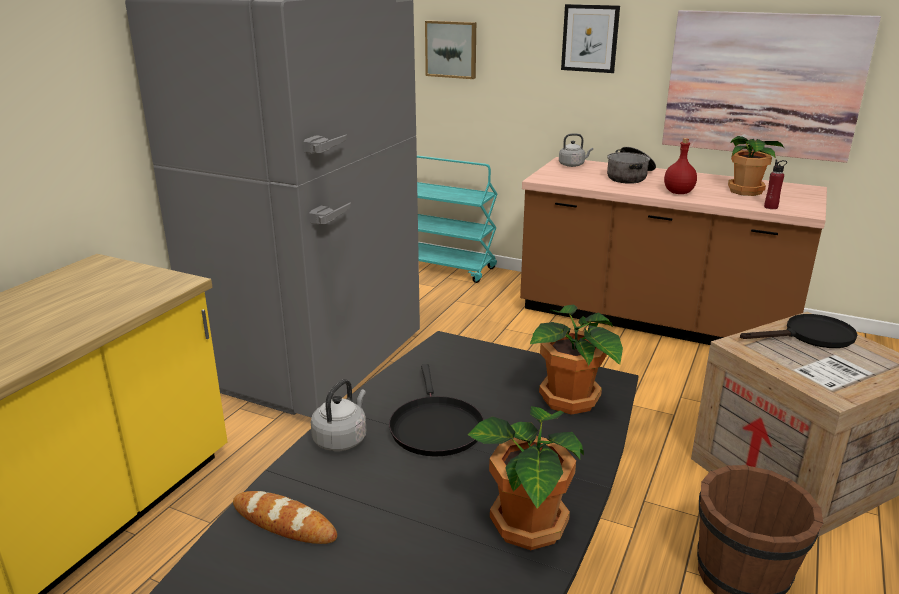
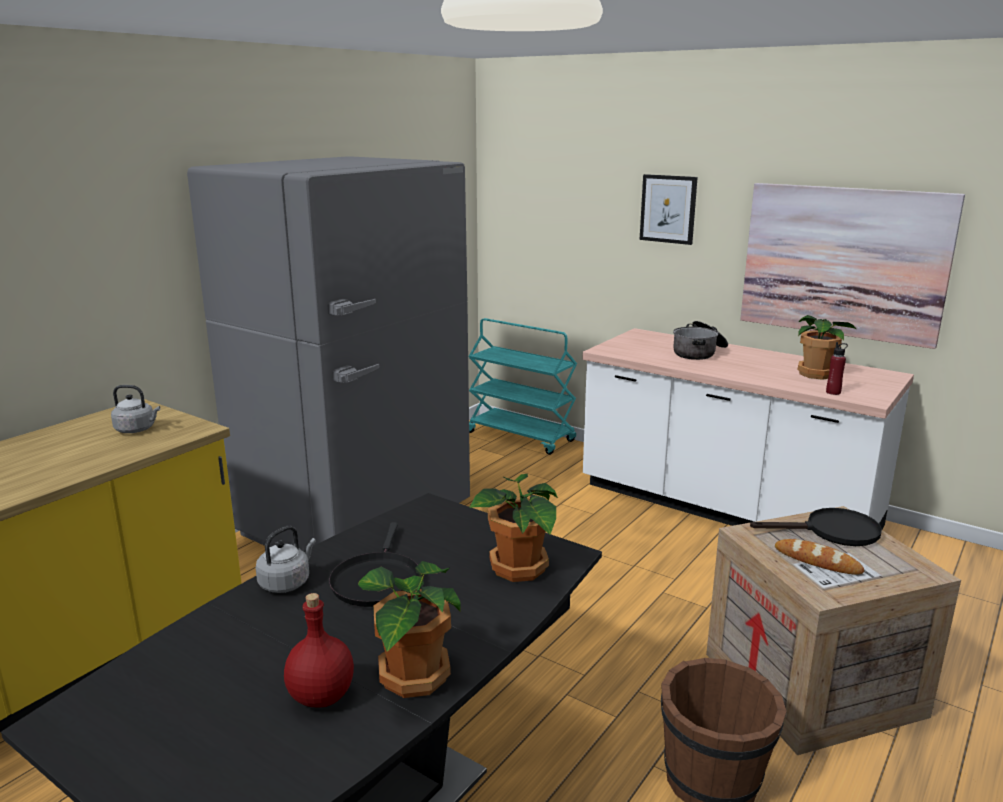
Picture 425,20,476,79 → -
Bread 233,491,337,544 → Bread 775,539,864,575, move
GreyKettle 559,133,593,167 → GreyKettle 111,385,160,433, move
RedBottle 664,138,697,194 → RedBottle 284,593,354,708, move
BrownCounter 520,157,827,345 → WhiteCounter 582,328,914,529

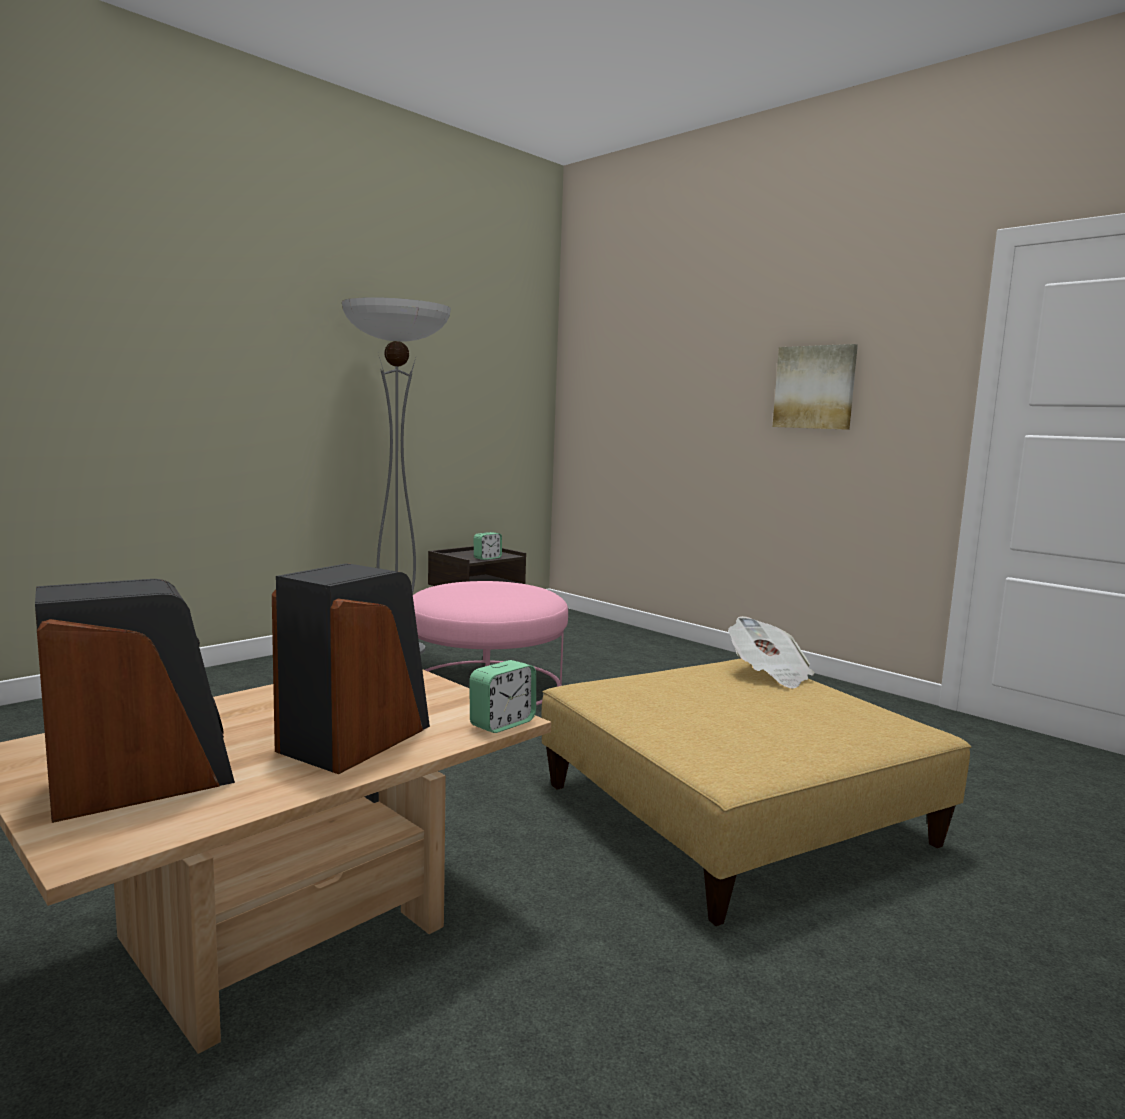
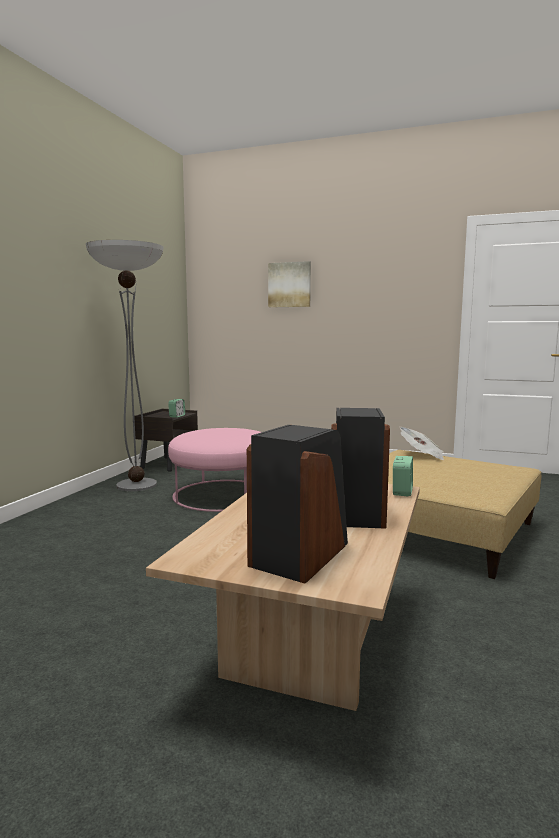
Picture 773,344,858,430 → Picture 268,261,311,307, move

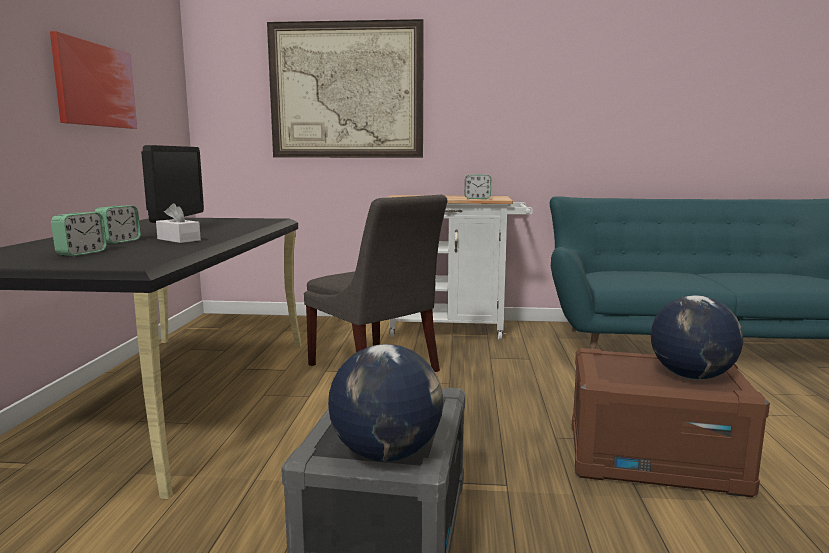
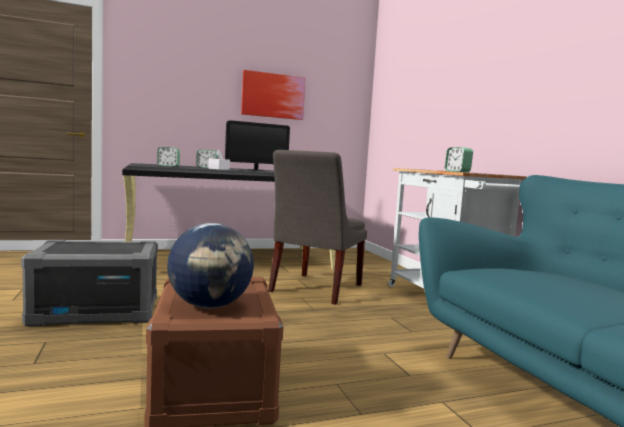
Picture 267,19,424,158 → -
Globe 328,344,443,461 → -

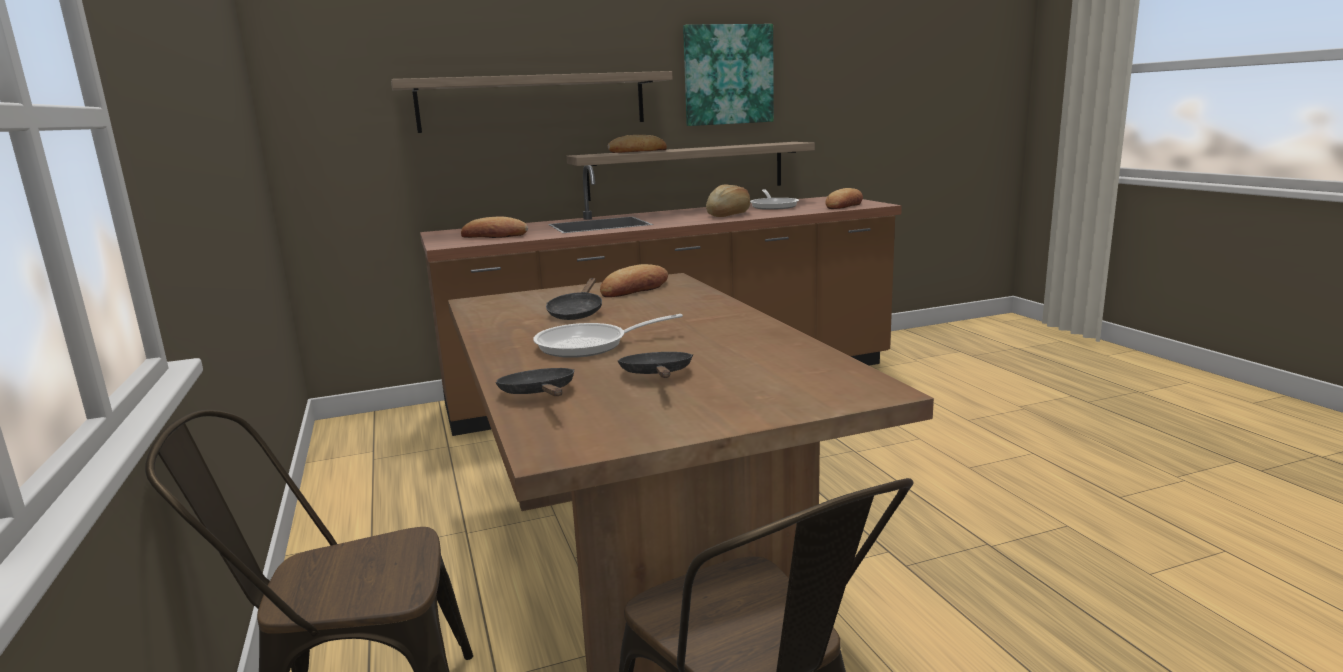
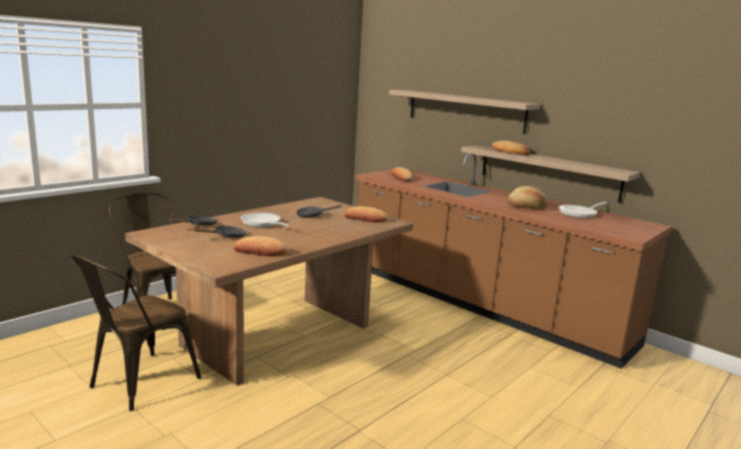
Picture 683,24,774,126 → -
Bread 825,188,863,209 → Bread 234,236,289,256, move

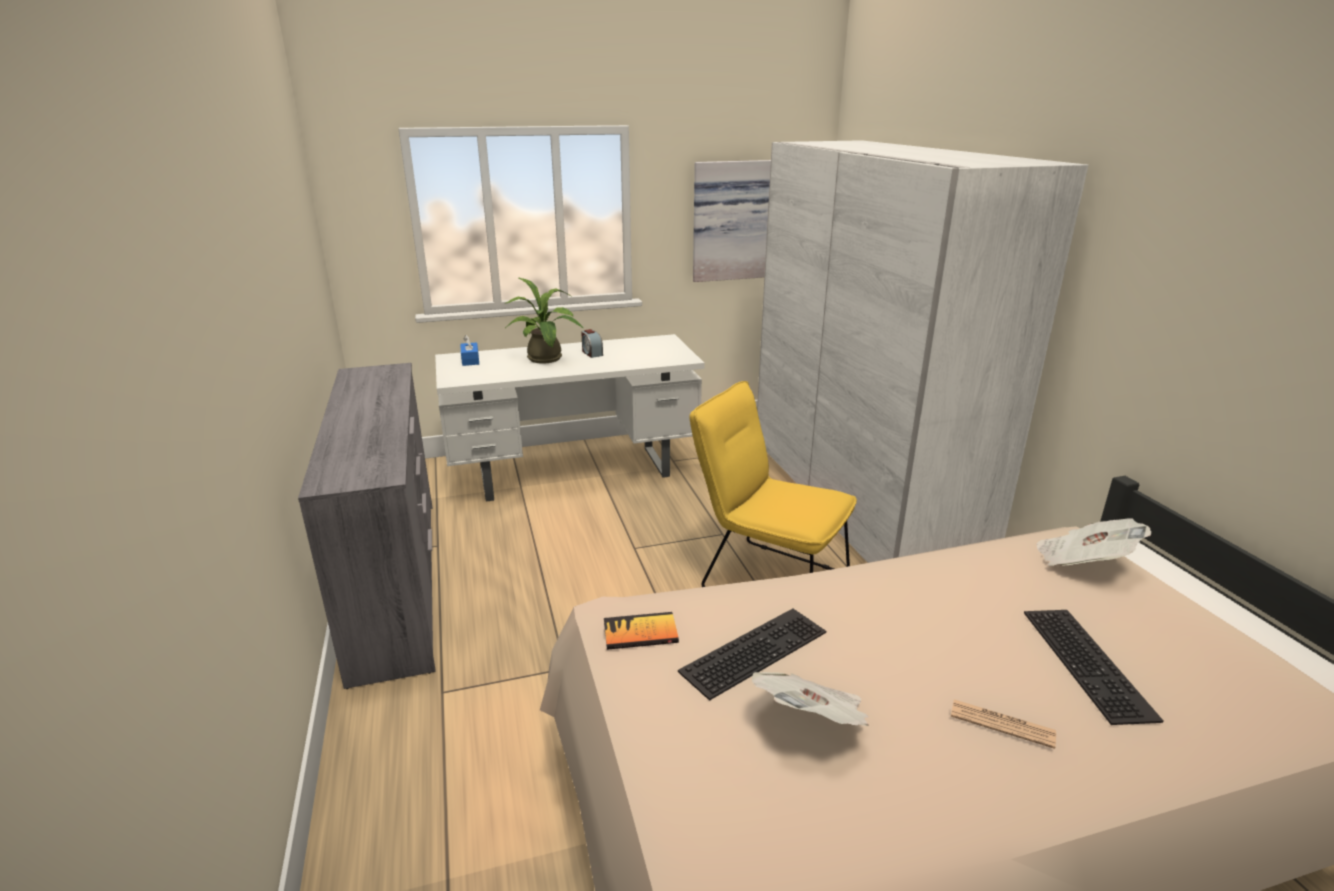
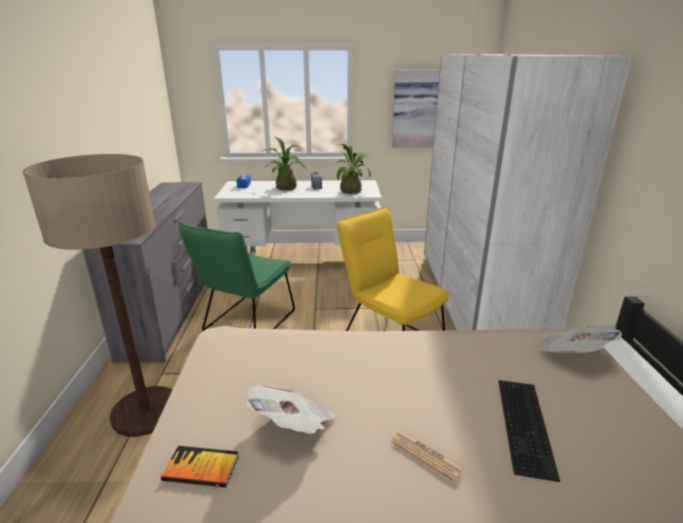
Keyboard 678,609,826,701 → -
- → FloorLamp 23,154,172,437
- → GreenChair 179,222,295,330
- → PottedPlant 333,144,374,194
Book 604,612,679,650 → Book 161,446,239,487, move

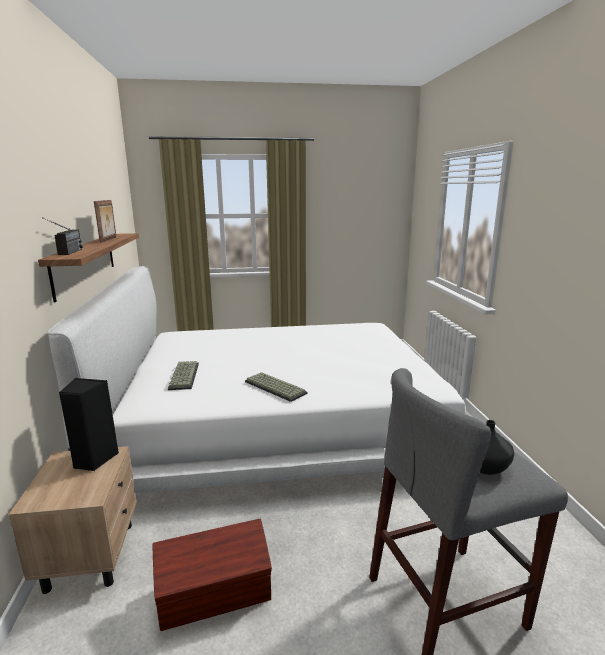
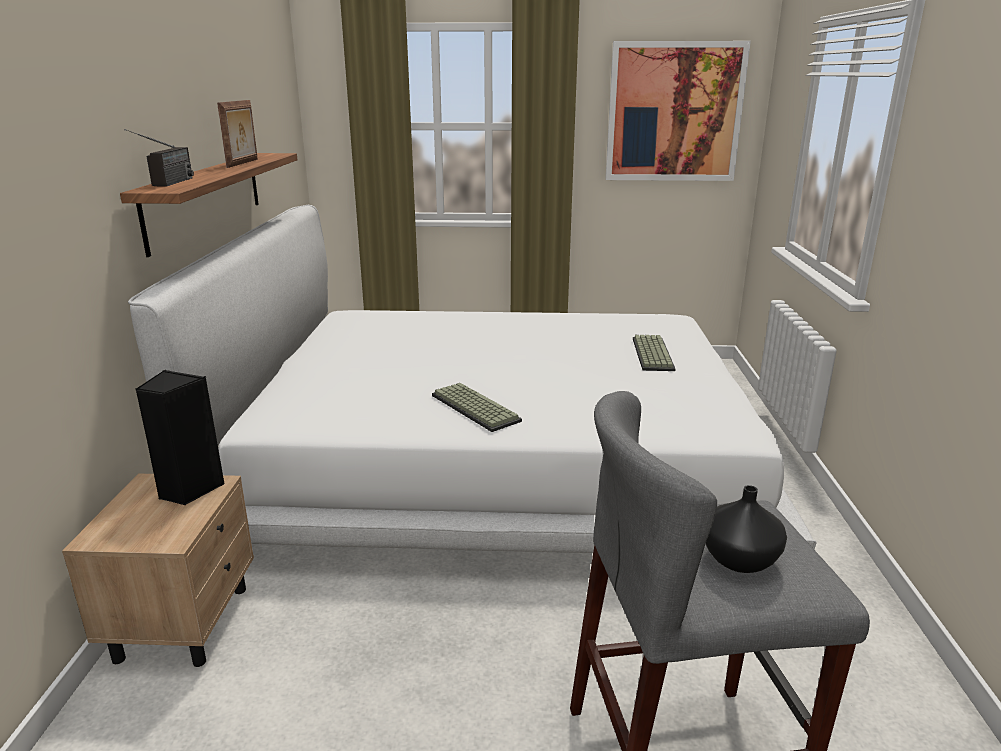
BrownStorageBox 153,519,272,631 → -
- → Picture 606,41,751,181
Keyboard 168,361,199,390 → Keyboard 633,335,675,371, move

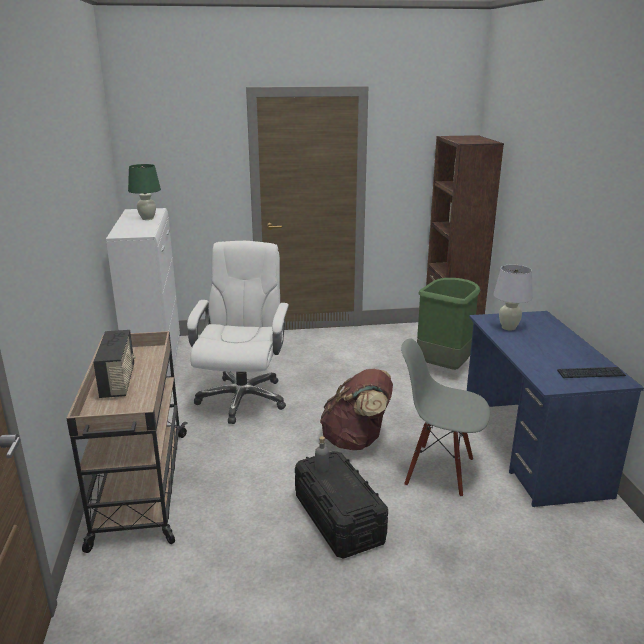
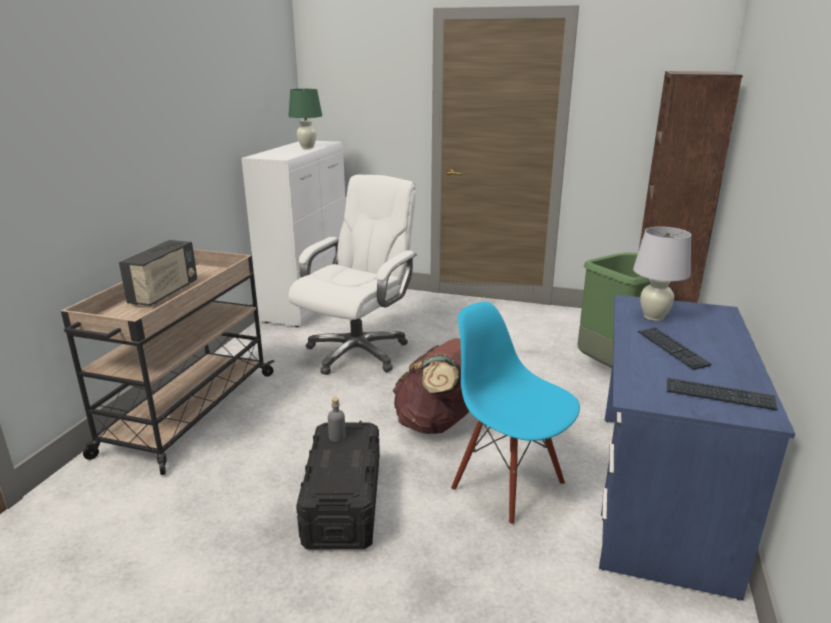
- → Keyboard 638,327,712,370
GreyChair 401,338,490,497 → BlueChair 451,302,580,525

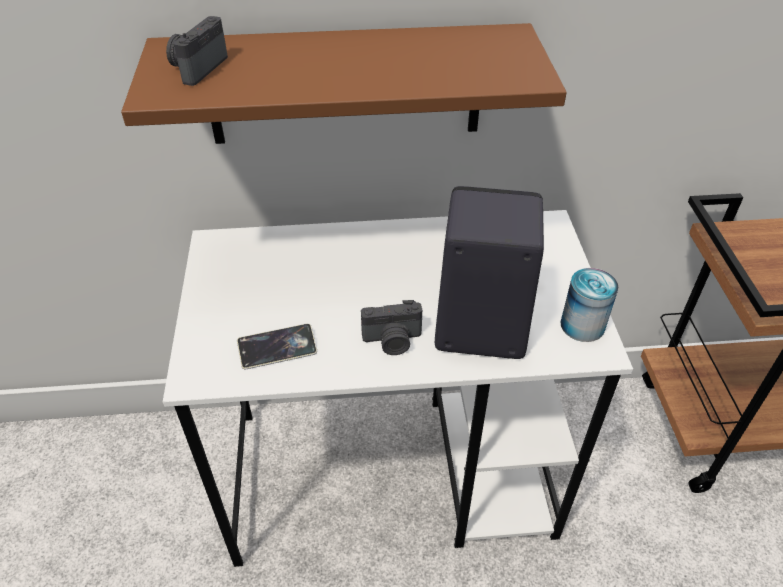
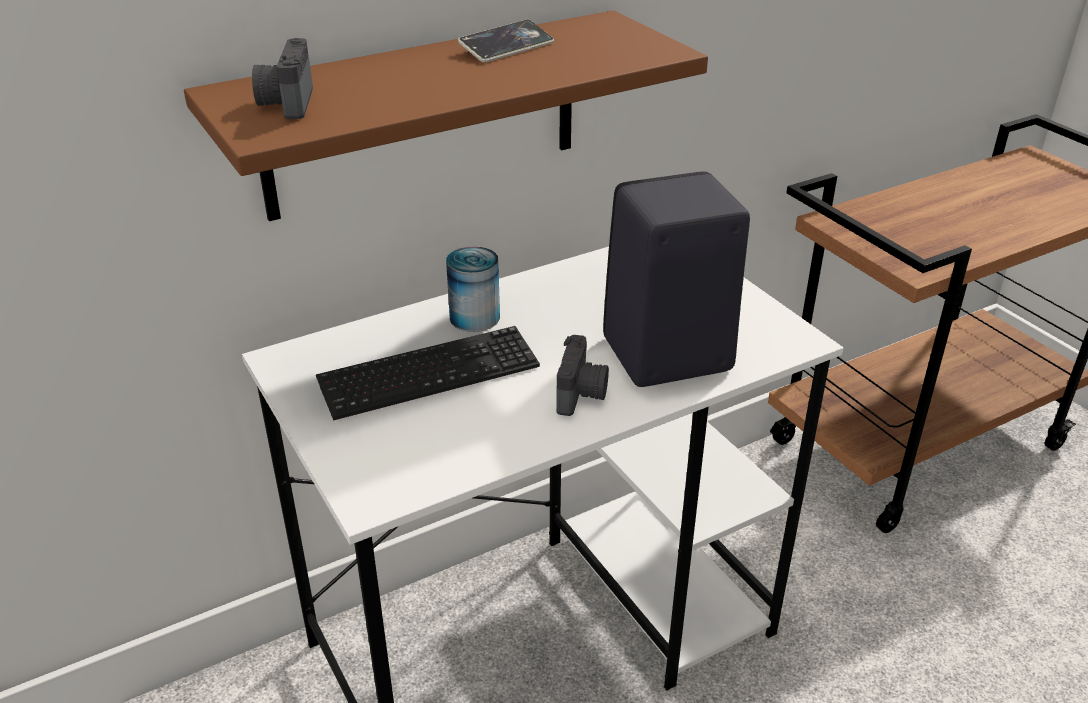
- → Keyboard 316,326,540,421
Phone 237,323,317,369 → Phone 458,20,554,62, move
Can 560,268,618,342 → Can 446,246,500,332, move
PhotoCamera 361,300,422,355 → PhotoCamera 556,335,609,416, 45 degrees counterclockwise

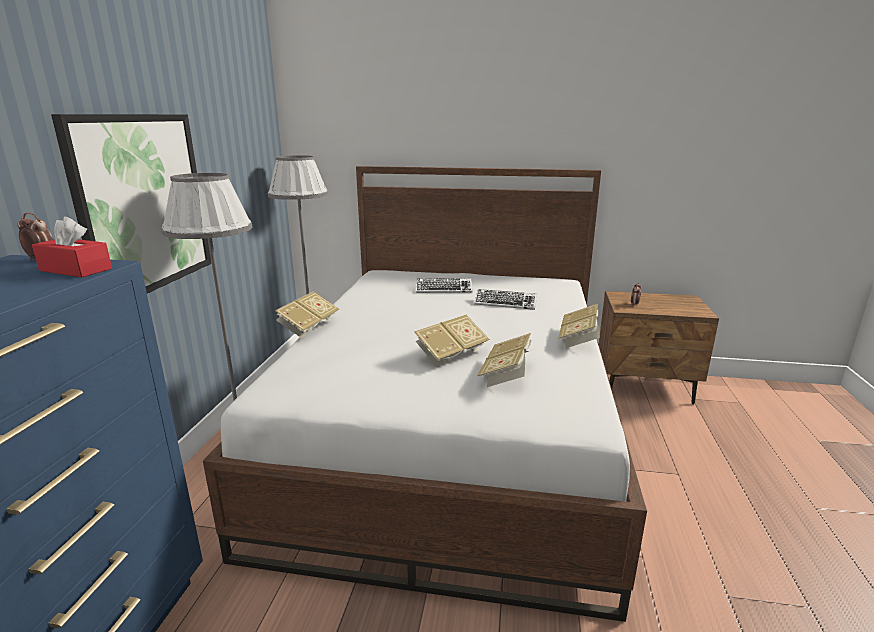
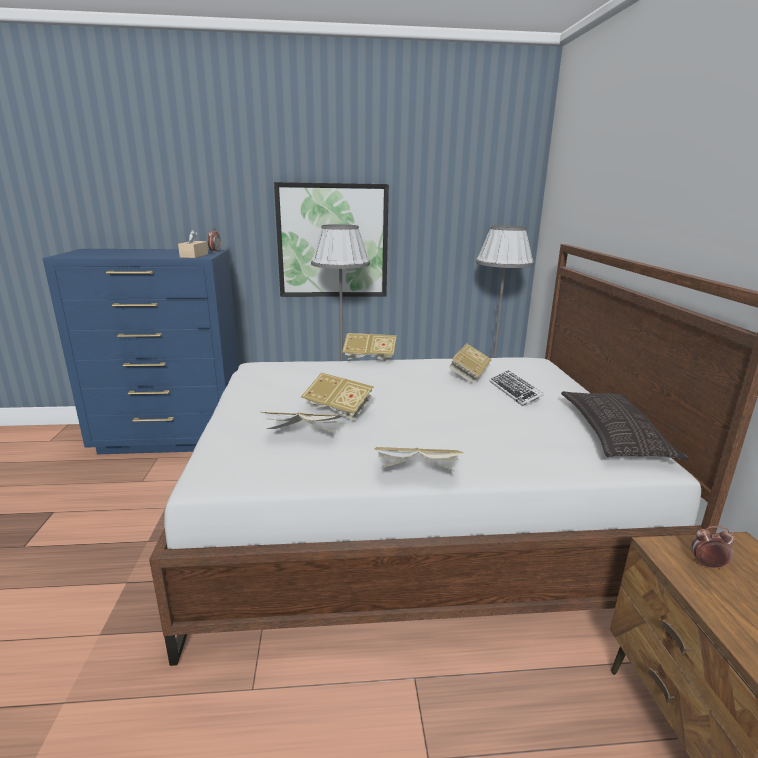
Keyboard 474,289,537,310 → -
- → Book 449,344,492,383
- → Pillow 561,391,688,460
RedTissueBox 32,217,112,277 → BeigeTissueBox 178,229,208,258

